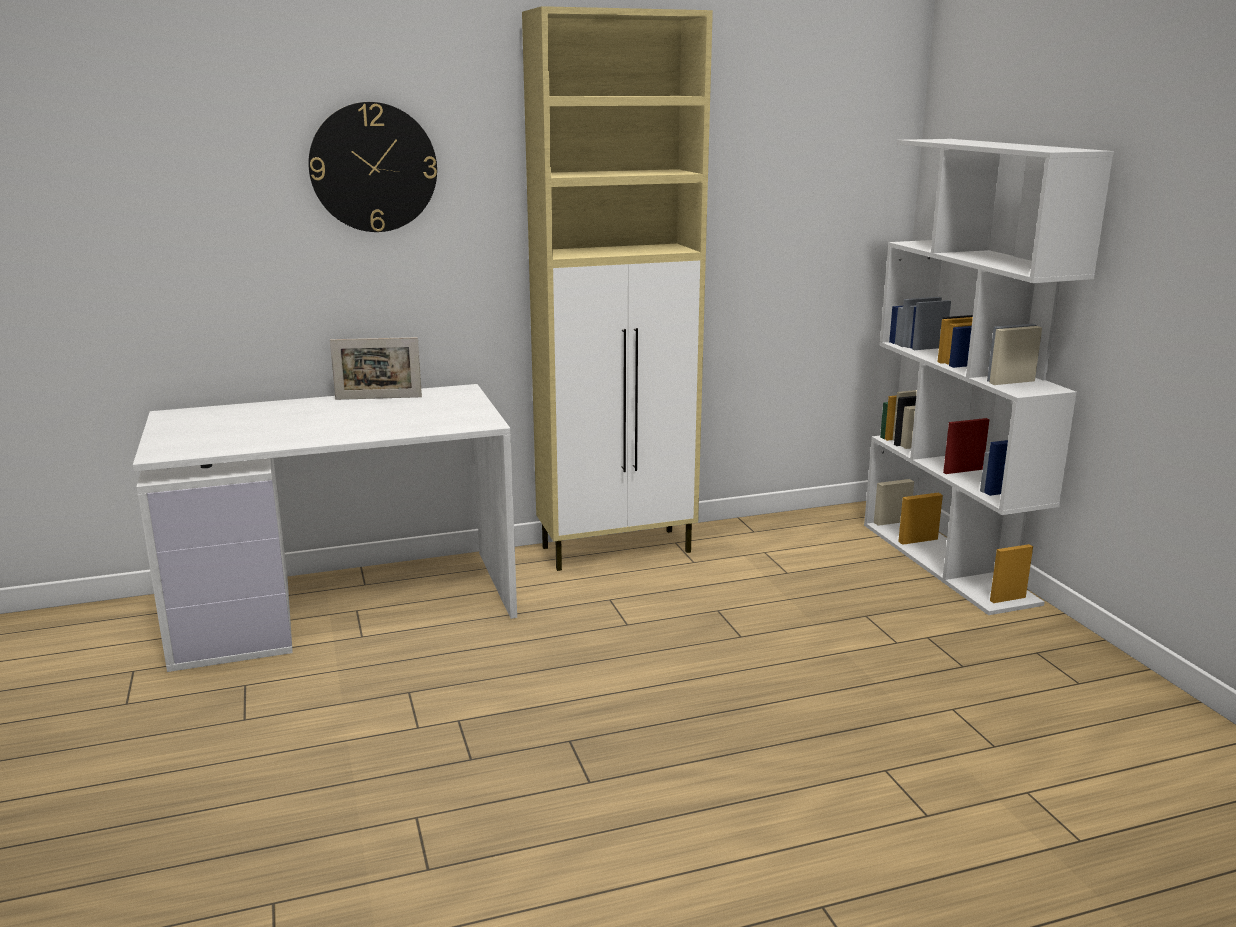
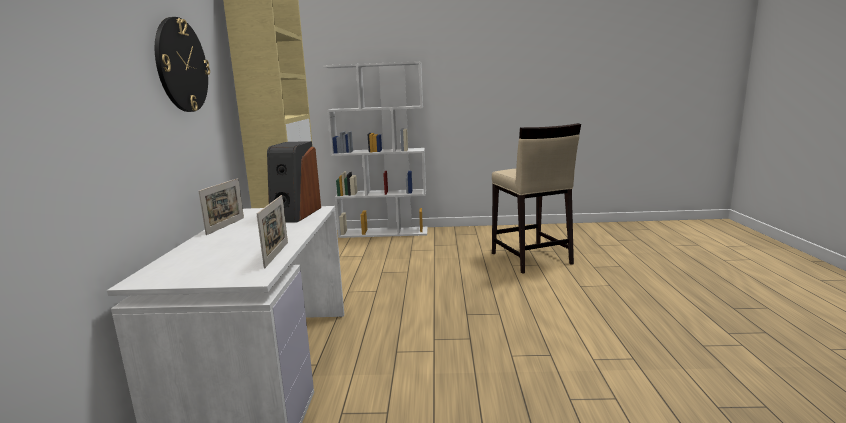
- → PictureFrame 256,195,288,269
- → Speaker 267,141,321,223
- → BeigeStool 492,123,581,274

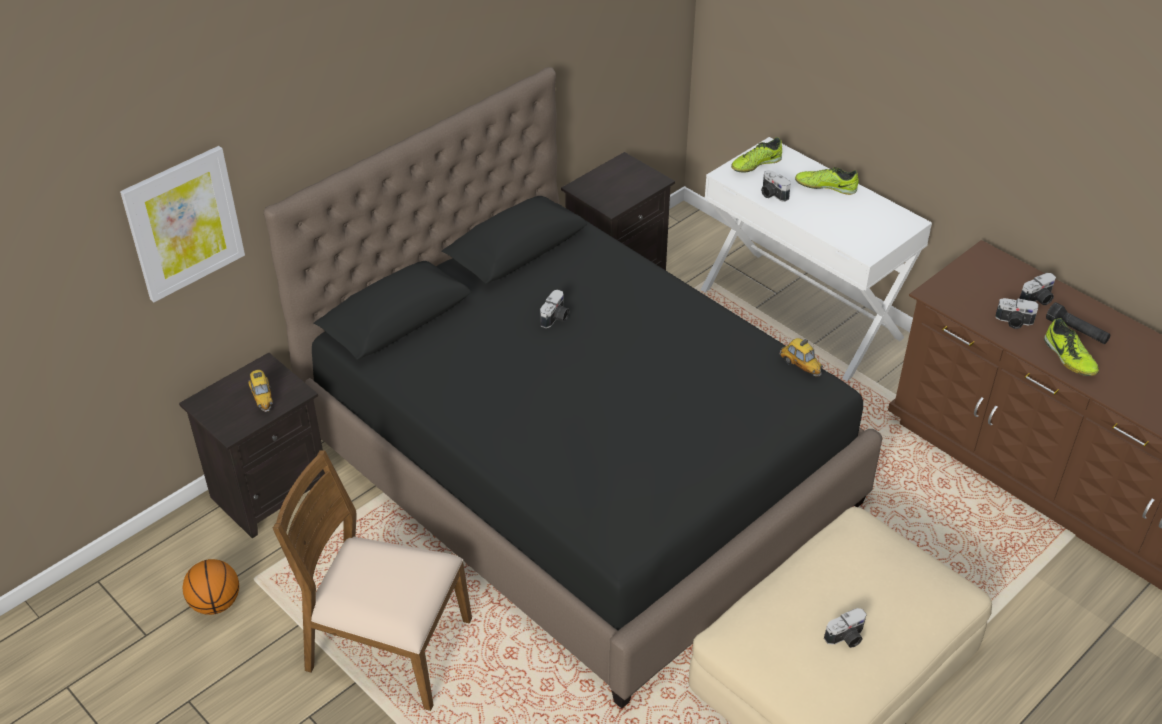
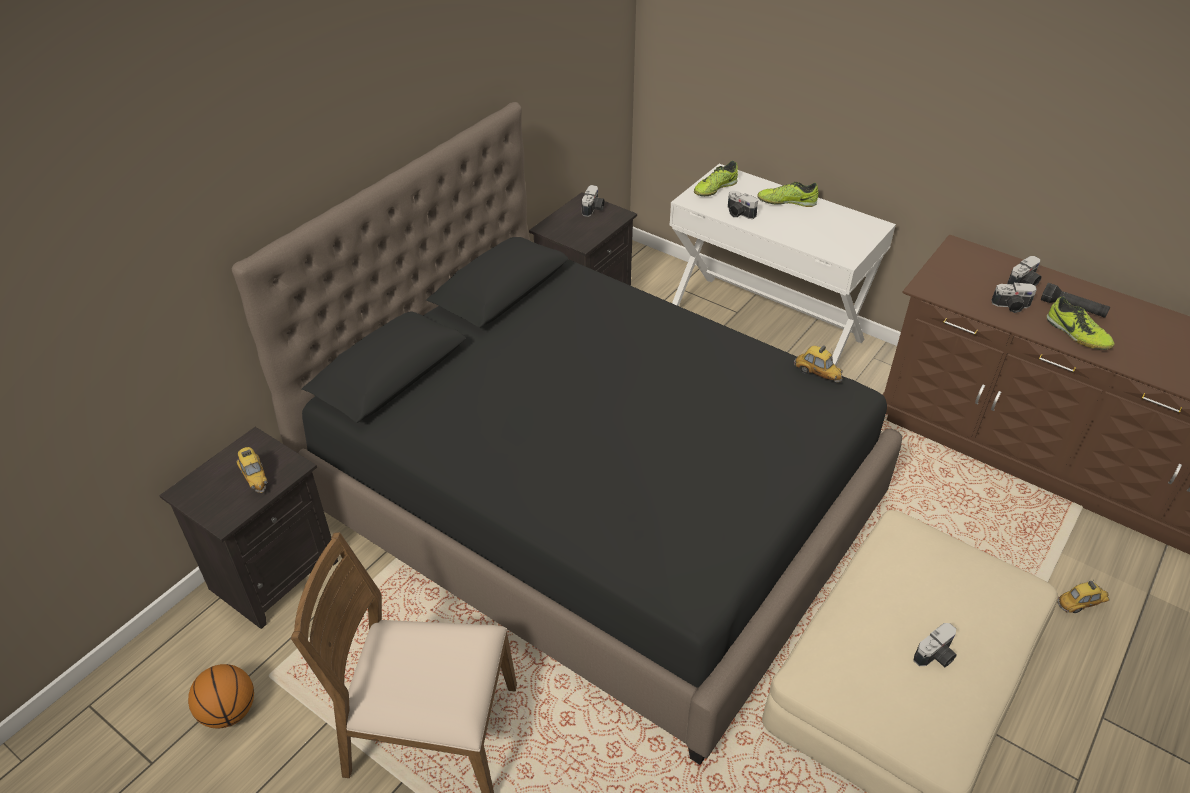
Picture 120,146,245,302 → -
- → ToyCar 1056,581,1110,613
PhotoCamera 540,289,569,328 → PhotoCamera 582,185,605,217, move

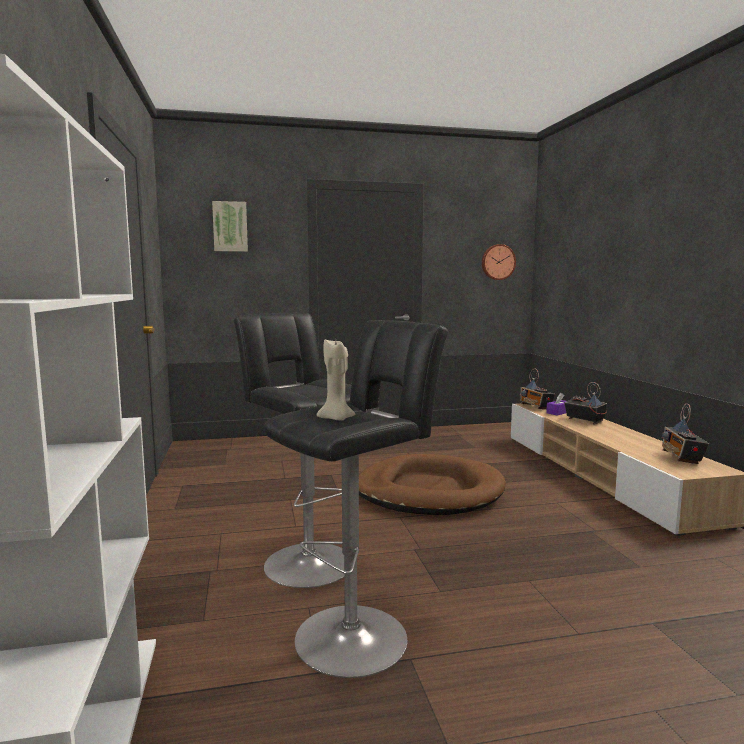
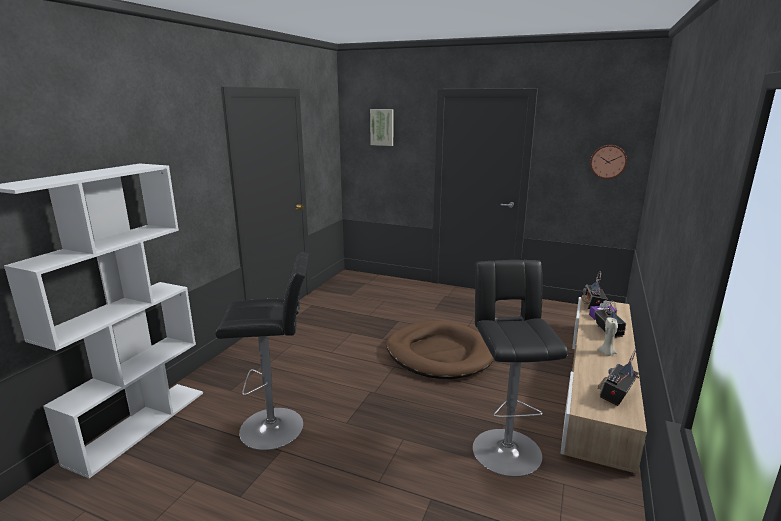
BlackStool 234,313,351,588 → BlackStool 473,260,568,477, move
BeigeCandle 317,340,355,421 → BeigeCandle 597,317,618,356, move

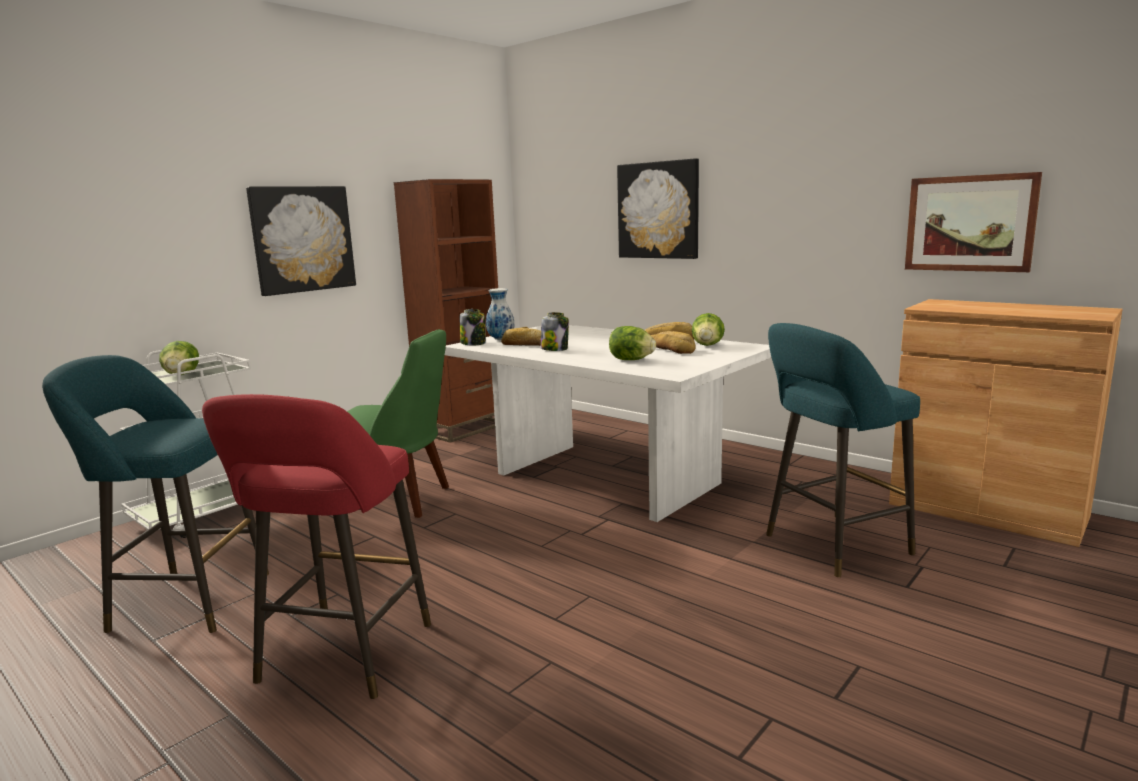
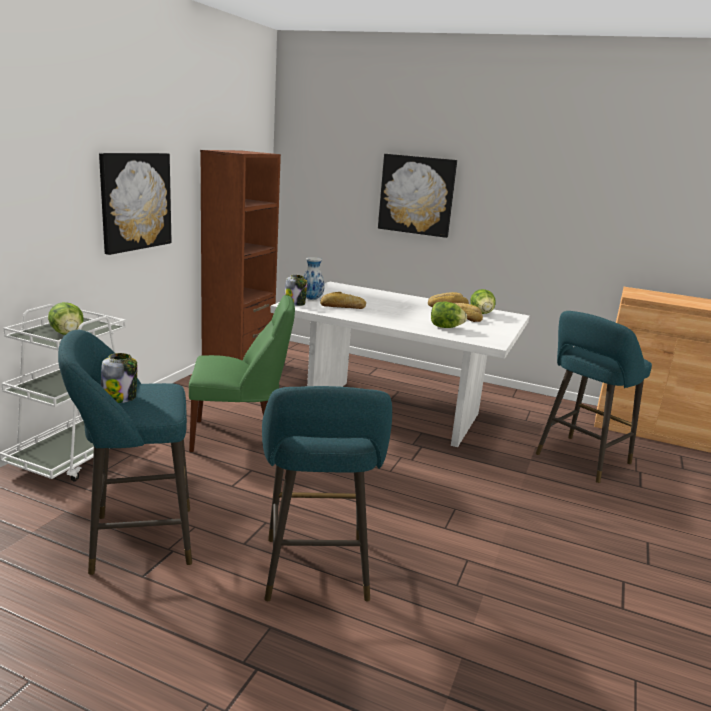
Picture 905,172,1042,272 → -
Jar 541,312,569,351 → Jar 101,353,137,403, move
RedStool 202,394,431,699 → TurquoiseStool 262,386,392,602

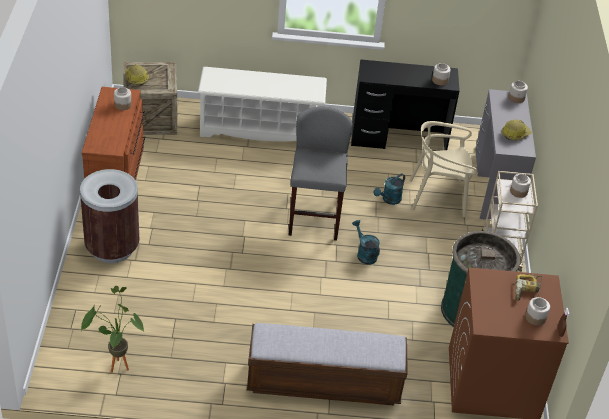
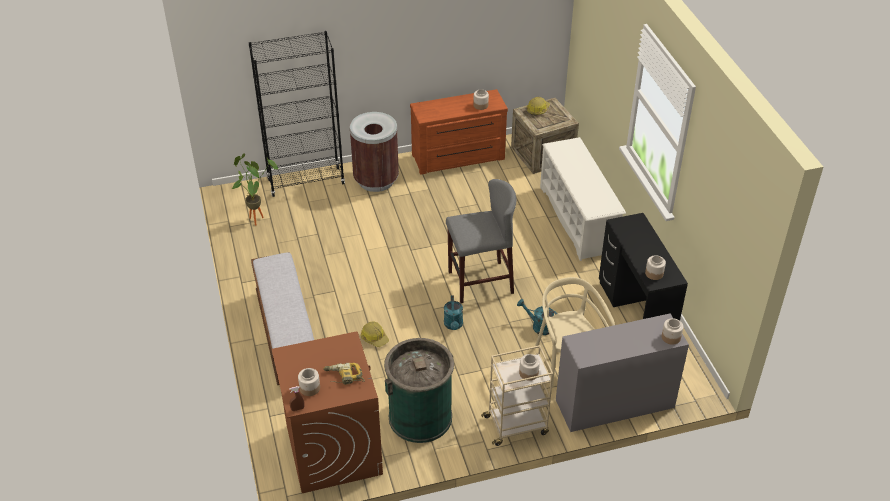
- → BlackBookcase 249,31,345,197
HardHat 502,119,532,140 → HardHat 361,322,389,347, move
TurquoiseWateringCan 352,220,380,265 → TurquoiseWateringCan 444,295,463,330, 135 degrees clockwise

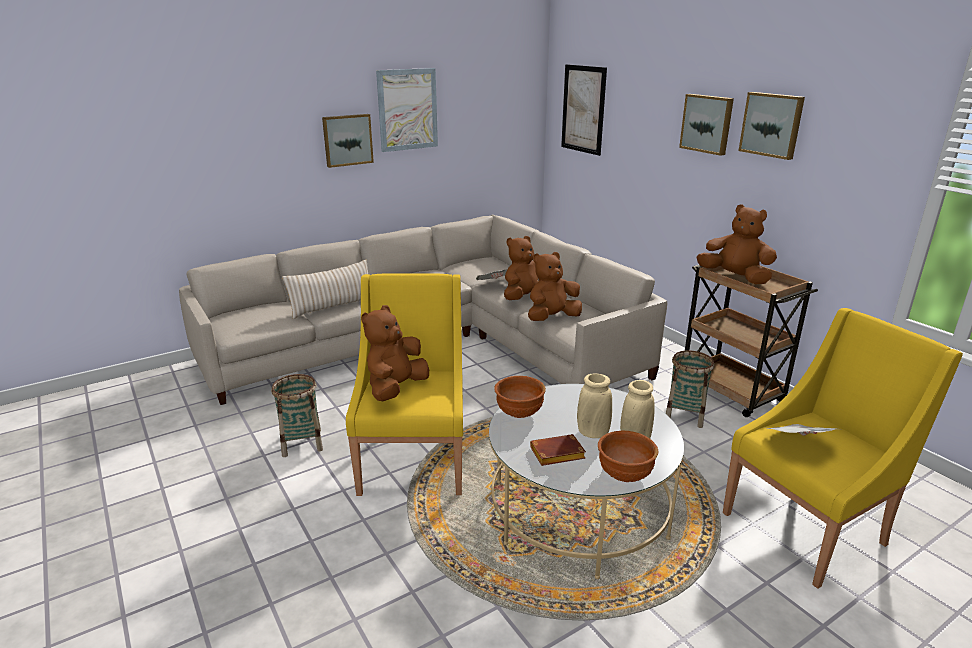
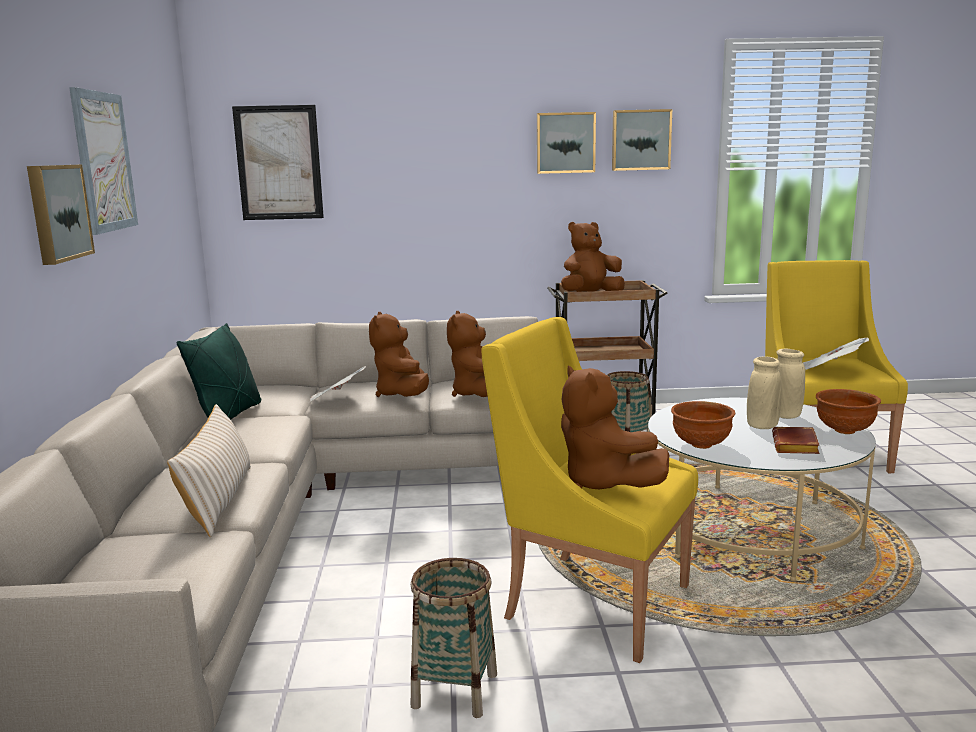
- → GreenPillow 177,323,261,420
Picture 679,94,734,156 → Picture 612,109,672,171, move

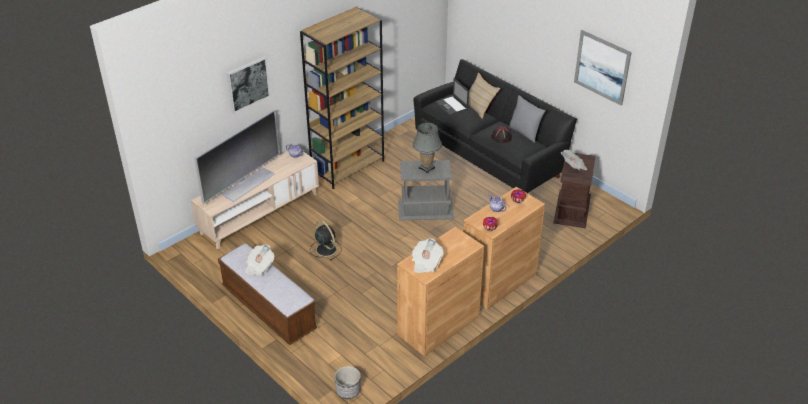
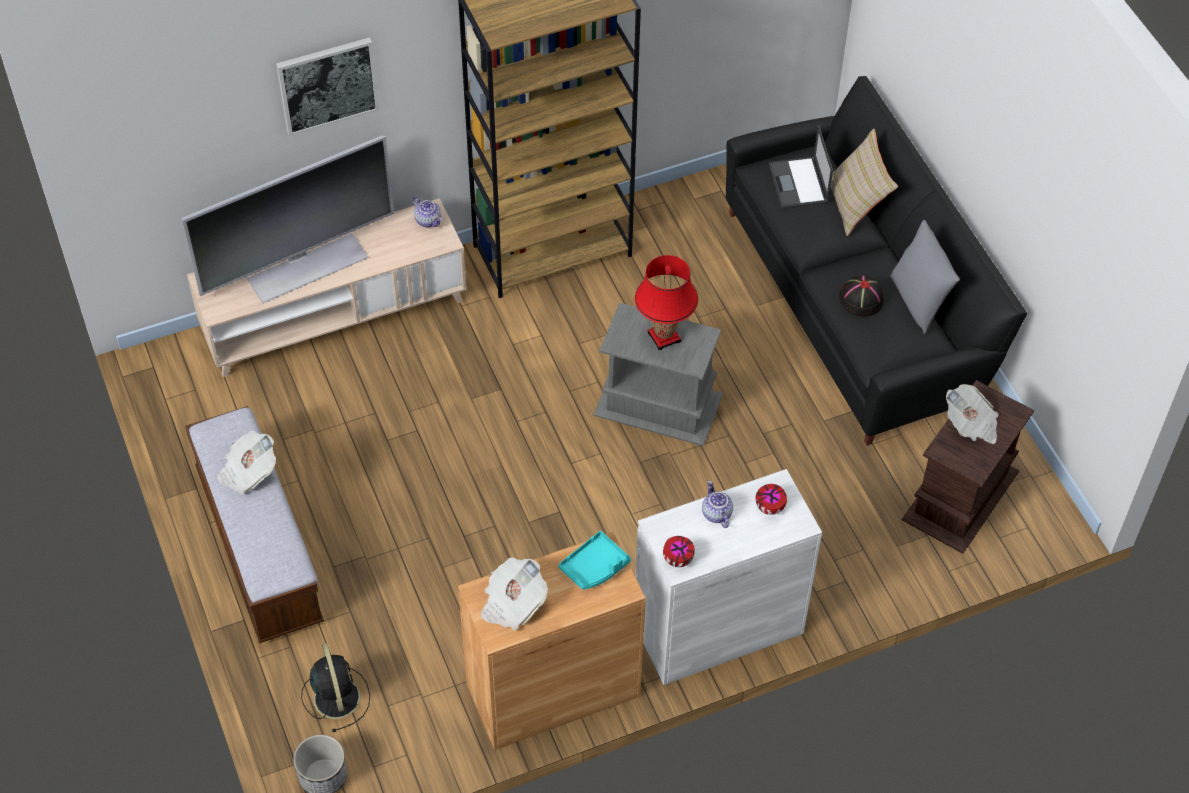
Picture 574,30,632,106 → -
- → TurquoiseTray 559,531,631,590
BlackFan 310,220,342,260 → BlackFan 301,643,370,732, move
GreyTableLamp 413,123,442,173 → RedTableLamp 635,255,698,350
BrownCabinet 463,187,545,310 → WhiteCabinet 635,469,822,685

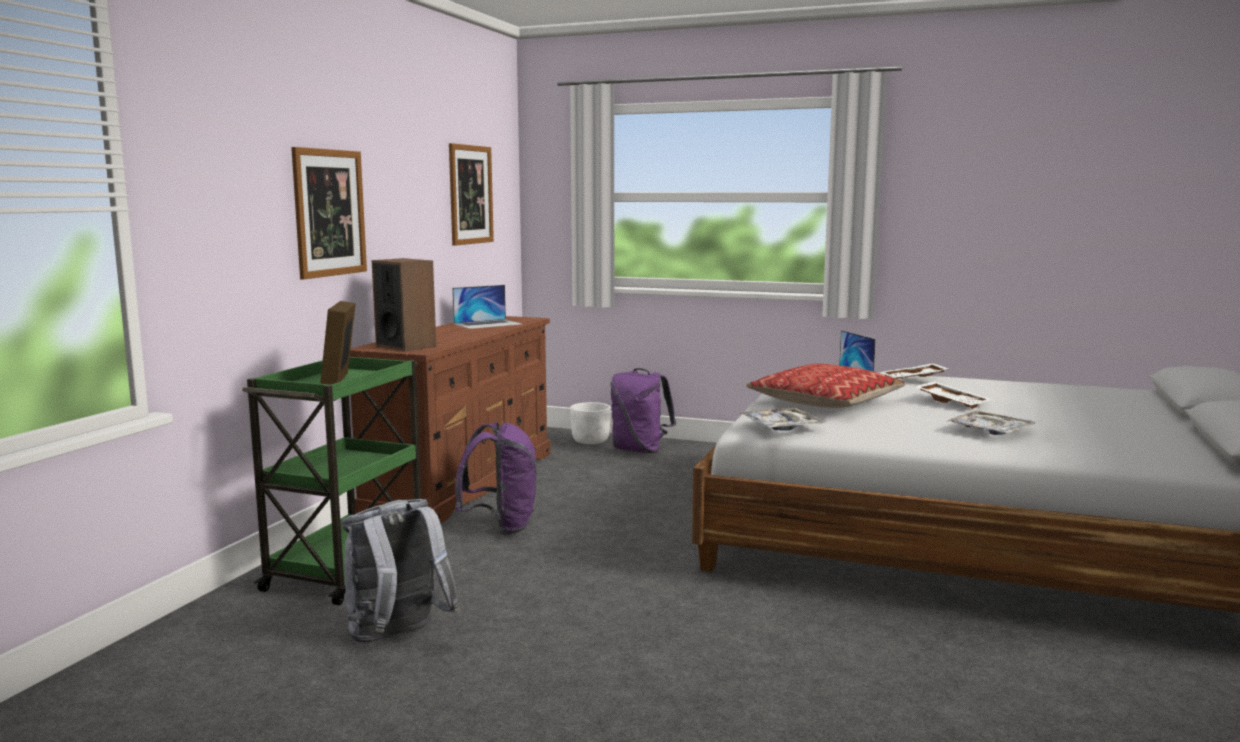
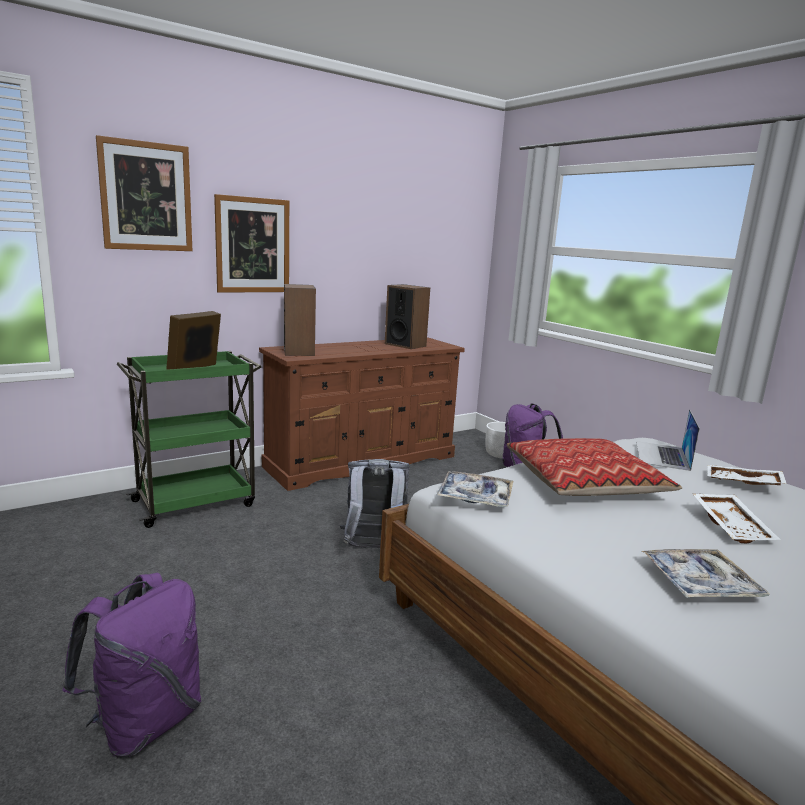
GreyBackpack 342,499,460,642 → GreyBackpack 340,459,410,548, move
Picture 449,143,494,246 → Picture 96,135,192,251, move
PurpleBackpack 455,422,537,535 → PurpleBackpack 62,573,201,758, move
Laptop 452,285,522,329 → Speaker 385,284,430,349

